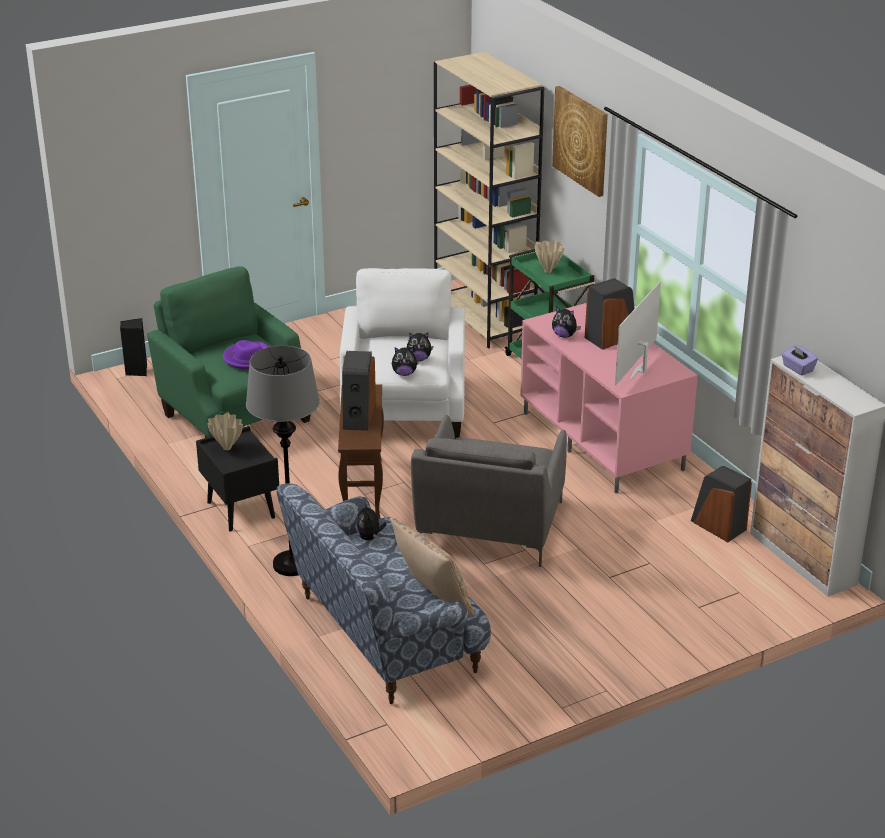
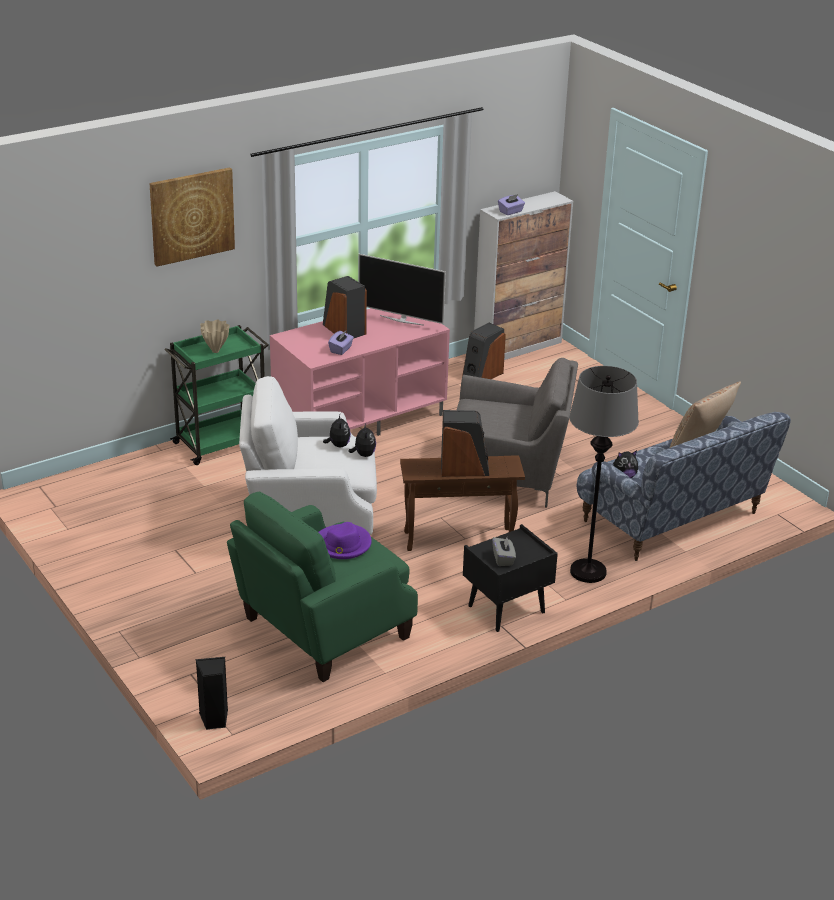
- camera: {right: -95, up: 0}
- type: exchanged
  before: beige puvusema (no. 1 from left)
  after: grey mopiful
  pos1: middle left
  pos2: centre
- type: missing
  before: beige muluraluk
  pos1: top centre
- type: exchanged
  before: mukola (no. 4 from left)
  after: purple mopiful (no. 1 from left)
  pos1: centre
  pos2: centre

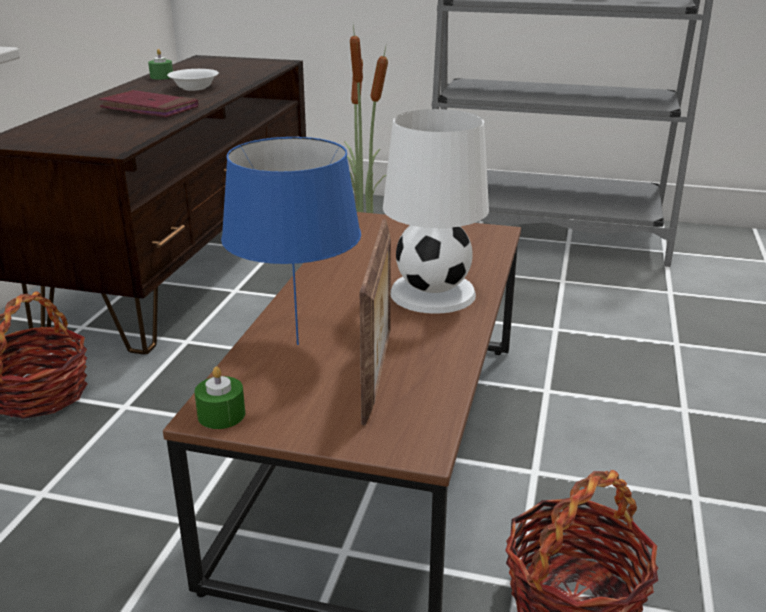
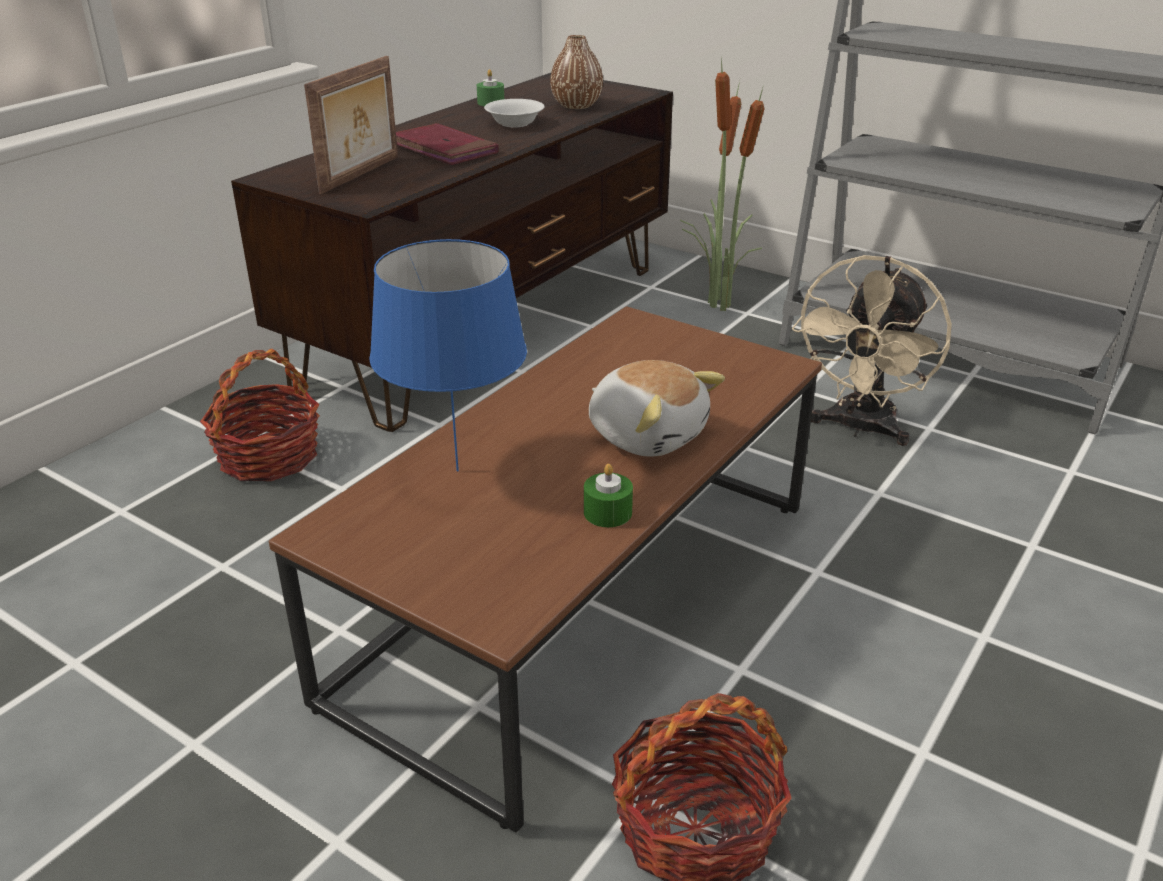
- camera: {right: 20, up: 5}
- type: relocated
  before: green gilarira (no. 2 from left)
  pos1: middle left
  pos2: centre
- type: relocated
  before: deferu
  pos1: centre
  pos2: top left
- type: exchanged
  before: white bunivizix
  after: mukola
  pos1: centre
  pos2: centre
- type: appeared
  after: brown puvusema
  pos2: top centre
- type: appeared
  after: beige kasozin
  pos2: middle right

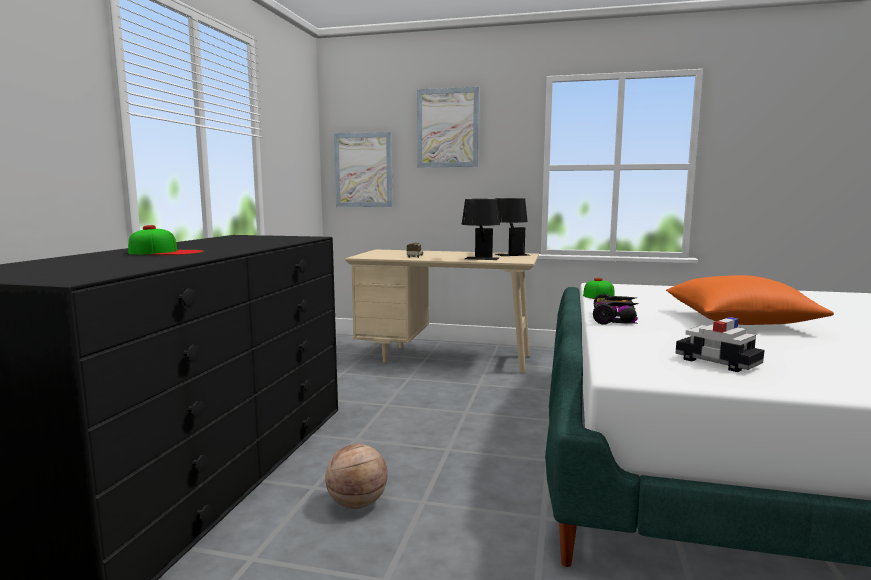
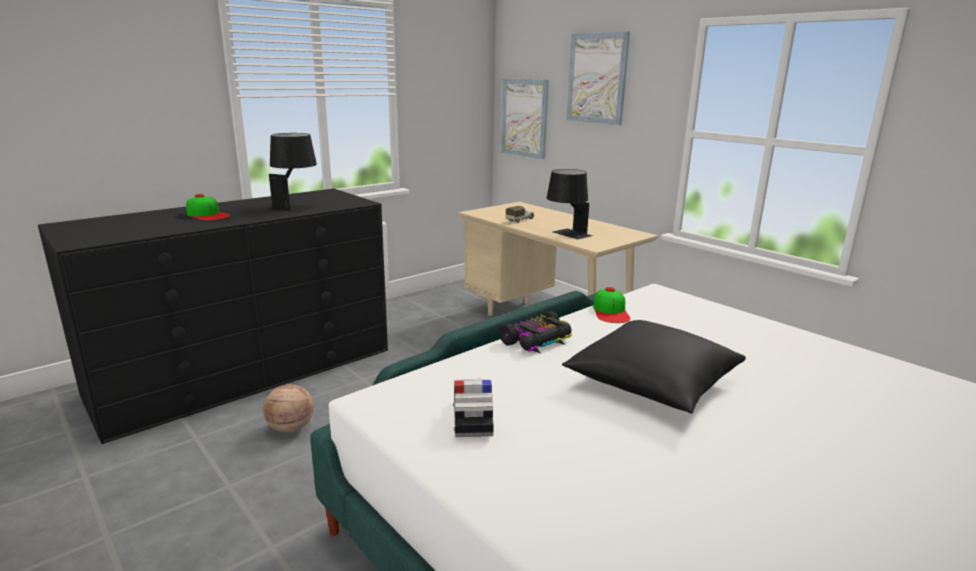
- camera: {right: 35, up: 10}
- type: relocated
  before: black bunivizix (no. 2 from left in the first image)
  after: black bunivizix (no. 1 from left)
  pos1: centre
  pos2: top left
- type: colour
  before: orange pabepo
  after: black pabepo
  pos1: middle right
  pos2: middle right

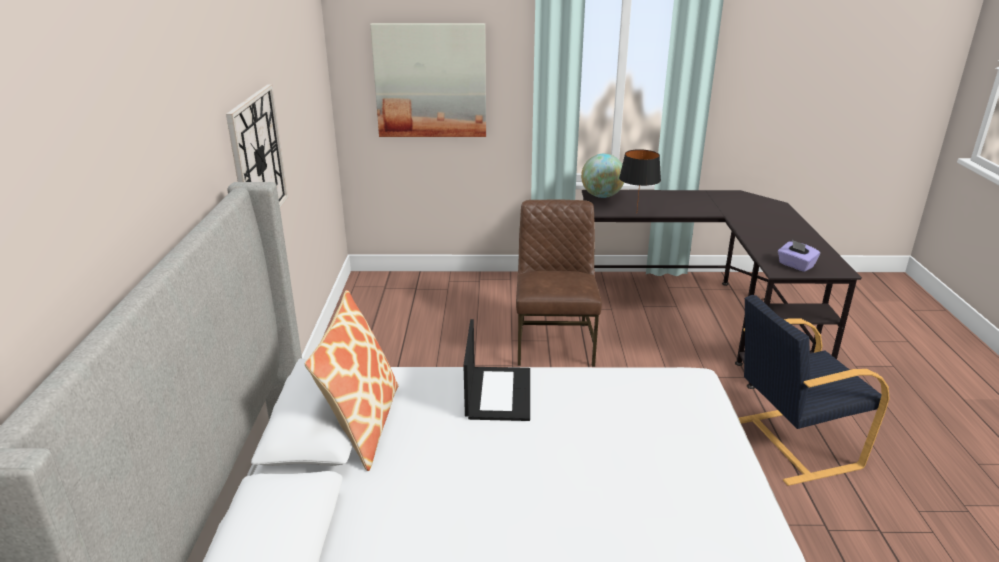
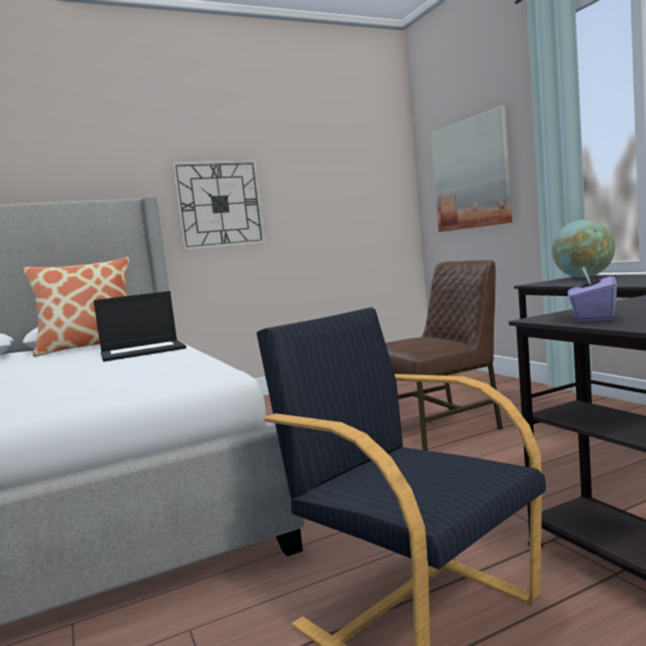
- camera: {right: 65, up: -20}
- type: missing
  before: black bunivizix
  pos1: top centre

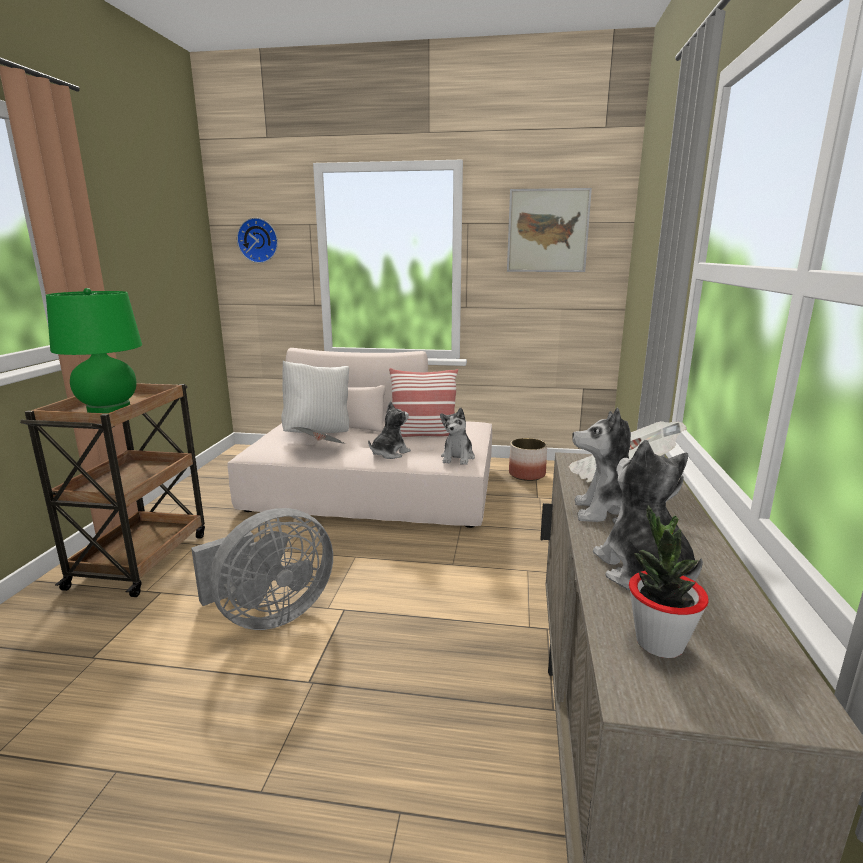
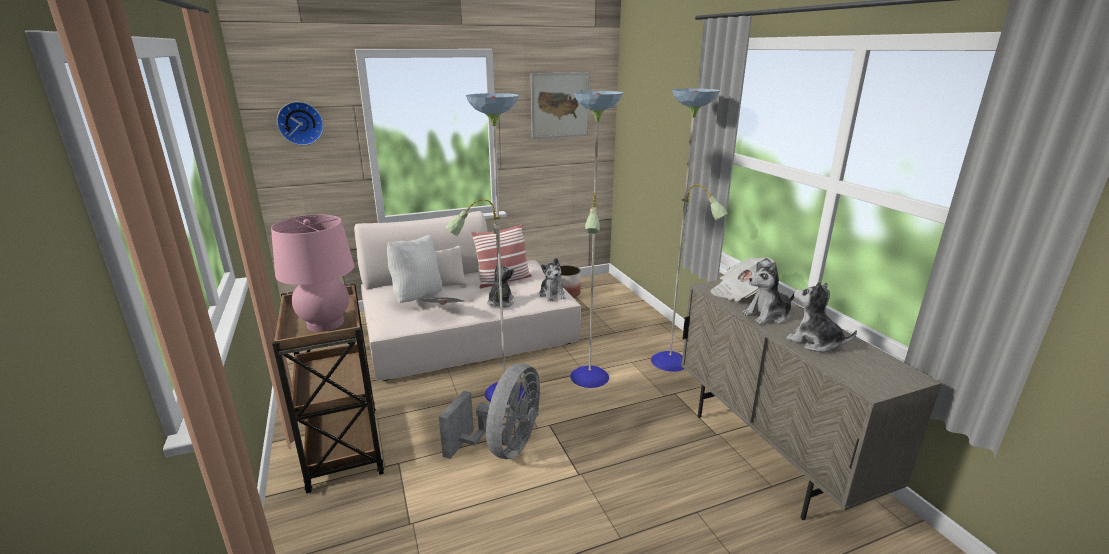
- camera: {right: -30, up: 5}
- type: colour
  before: green bunivizix
  after: pink bunivizix
  pos1: middle left
  pos2: middle left
- type: missing
  before: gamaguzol
  pos1: bottom right
- type: appeared
  after: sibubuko
  pos2: centre

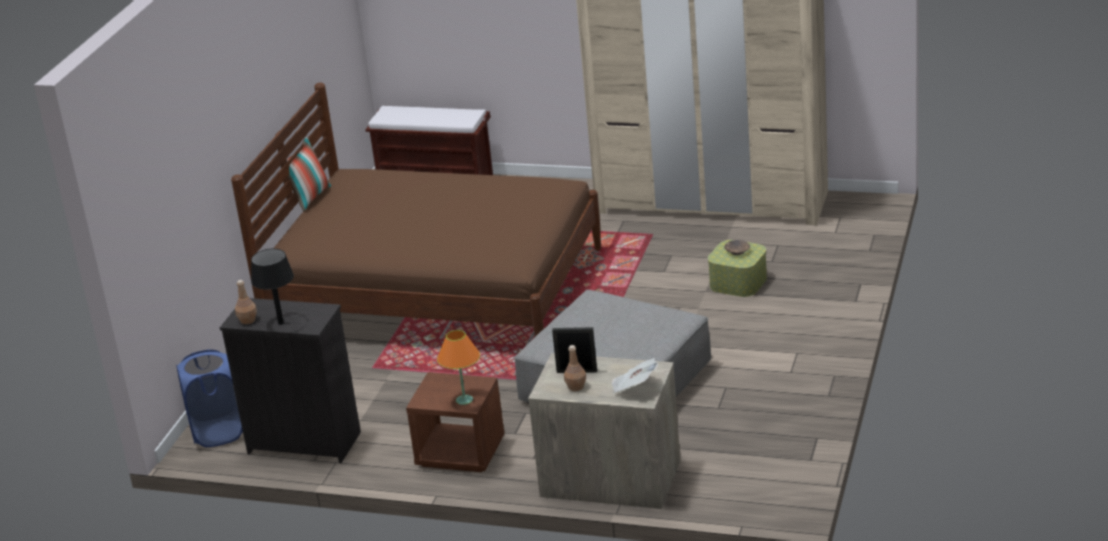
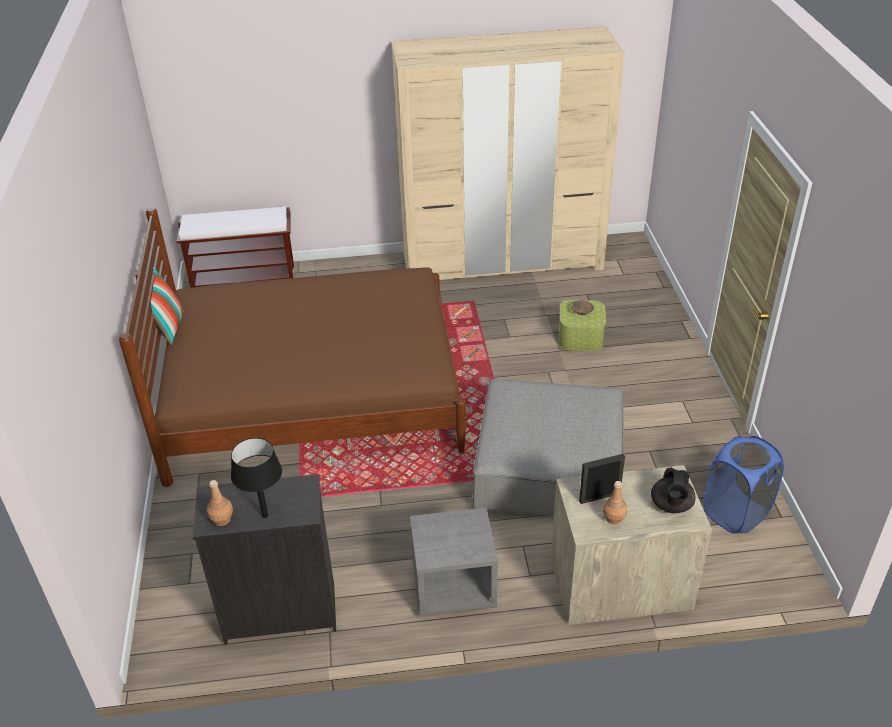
- camera: {right: -25, up: 10}
- type: relocated
  before: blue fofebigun
  pos1: bottom left
  pos2: bottom right
- type: colour
  before: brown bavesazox
  after: grey bavesazox
  pos1: bottom centre
  pos2: bottom centre
- type: missing
  before: orange bunivizix
  pos1: bottom centre
- type: exchanged
  before: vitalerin
  after: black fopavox
  pos1: bottom centre
  pos2: bottom right

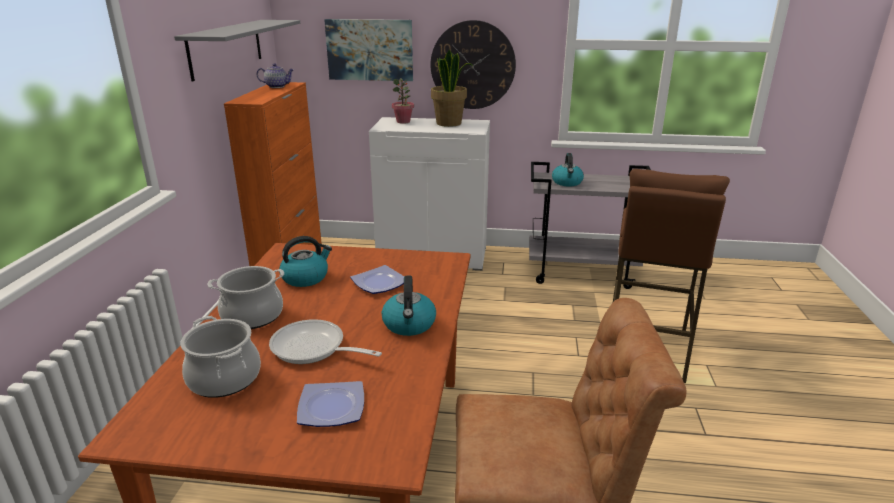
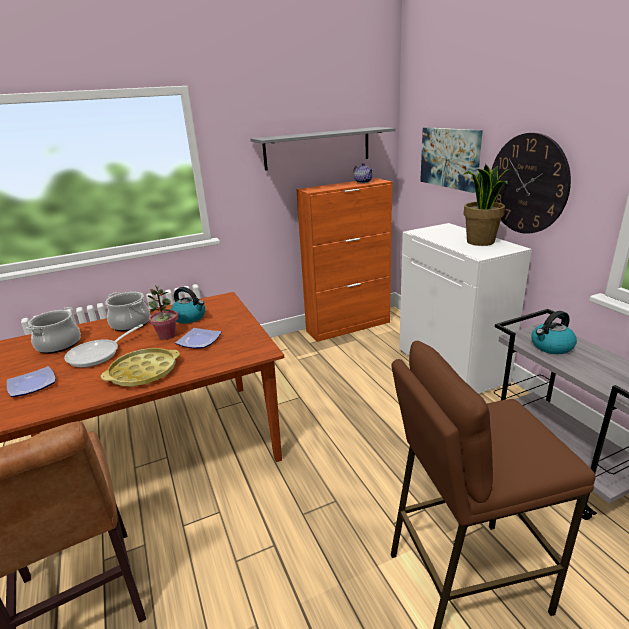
- camera: {right: 60, up: 0}
- type: spun
  before: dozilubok
  pos1: bottom centre
  pos2: middle left
  turn: -135
- type: exchanged
  before: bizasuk (no. 2 from left)
  after: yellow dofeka
  pos1: centre
  pos2: middle left
- type: relocated
  before: gamaguzol (no. 1 from left)
  pos1: top centre
  pos2: middle left

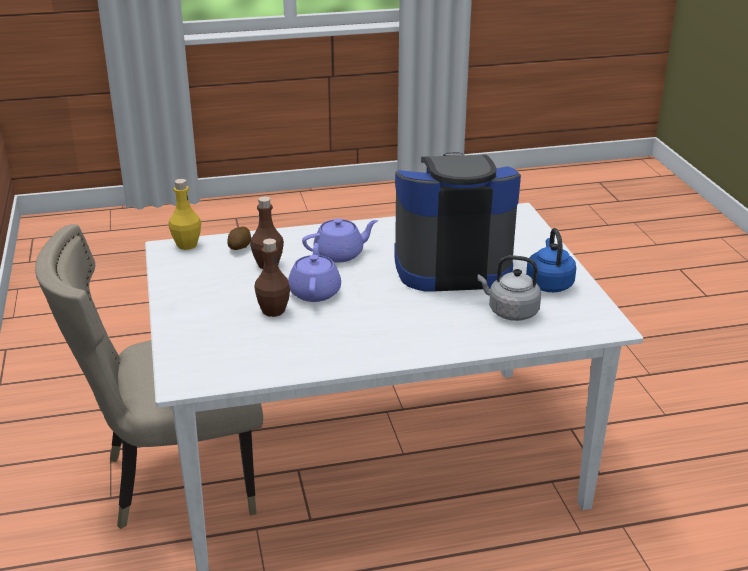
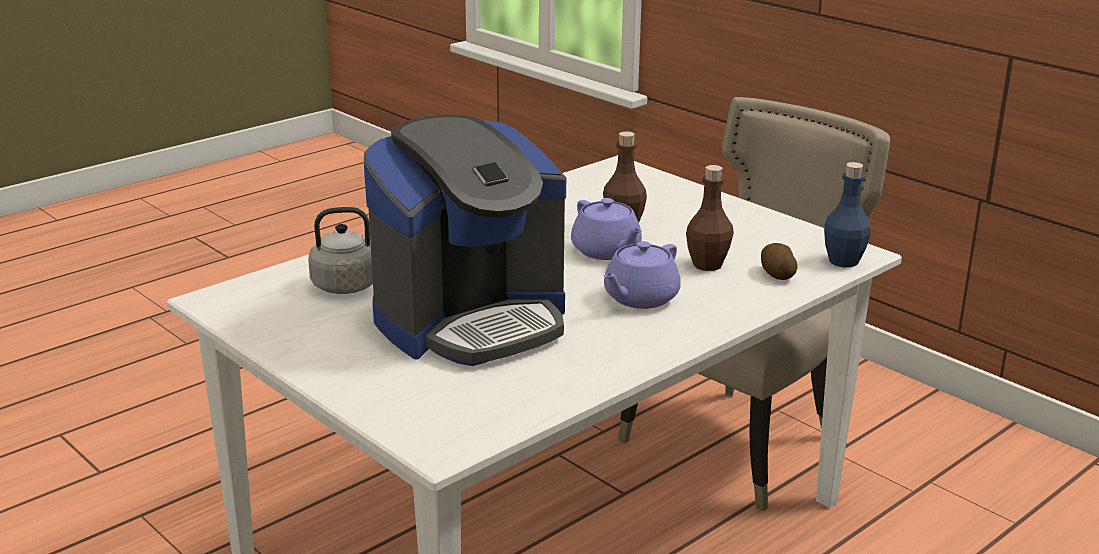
- camera: {right: 150, up: -5}
- type: colour
  before: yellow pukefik
  after: blue pukefik
  pos1: middle left
  pos2: middle right
- type: missing
  before: blue bizasuk
  pos1: middle right

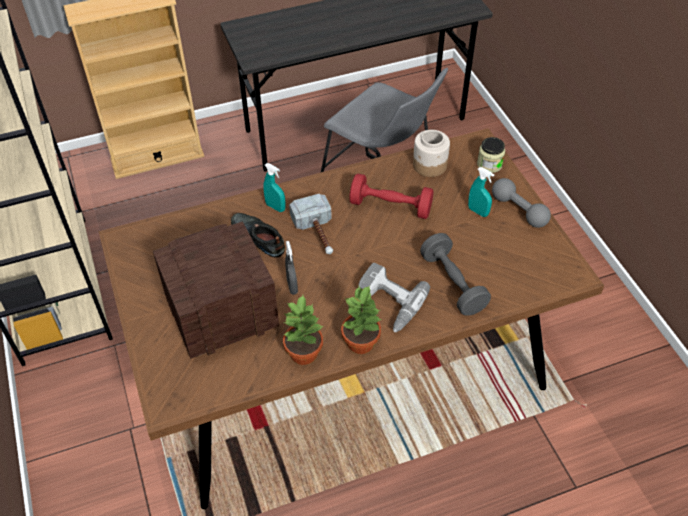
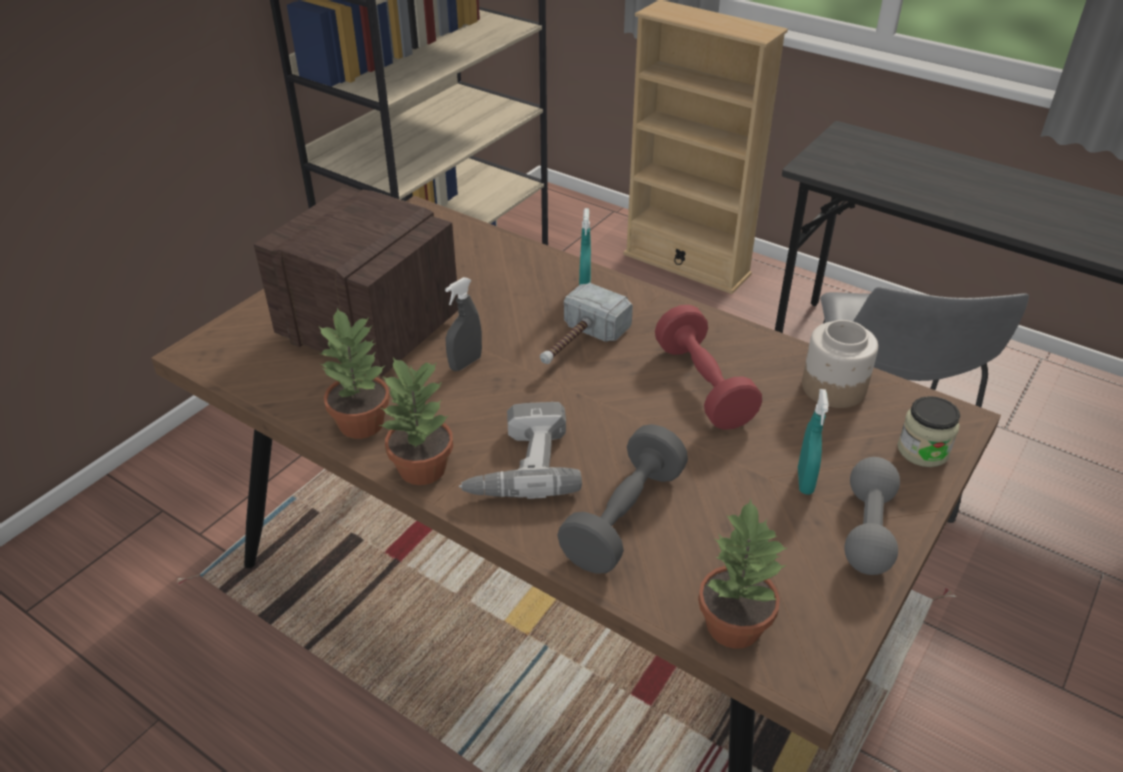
- camera: {right: 55, up: -10}
- type: missing
  before: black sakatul
  pos1: centre
- type: appeared
  after: gamaguzol (no. 3 from left)
  pos2: bottom centre

